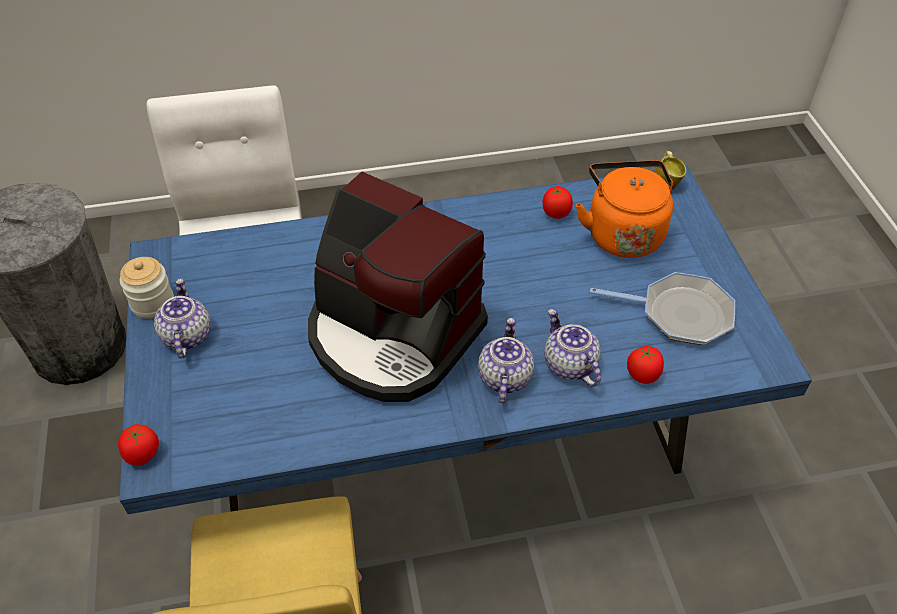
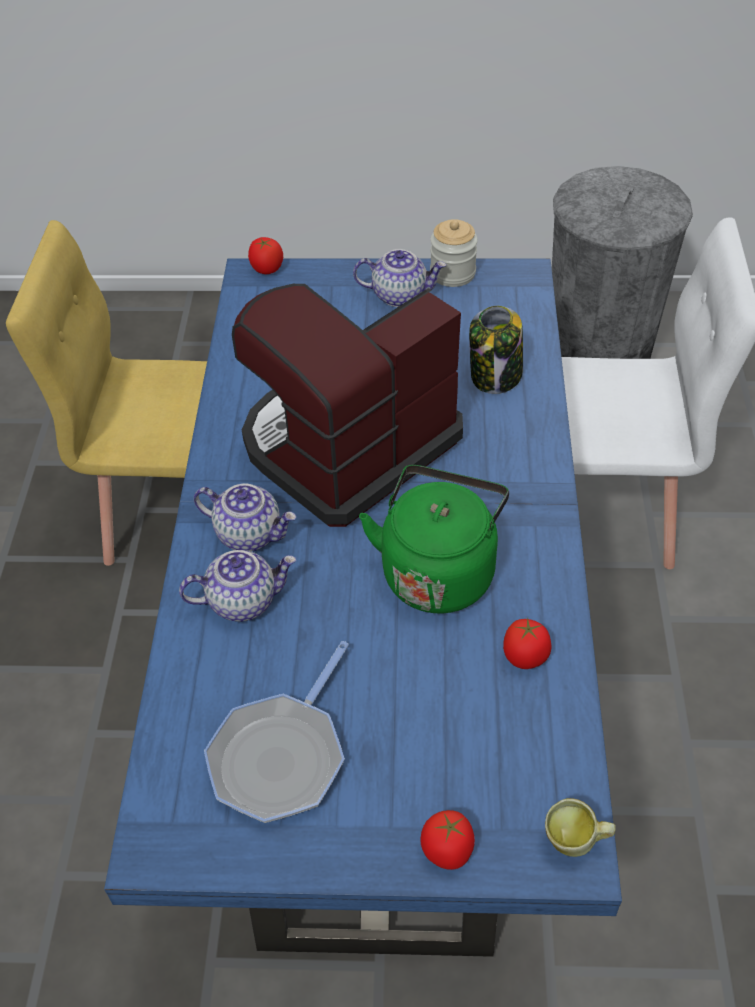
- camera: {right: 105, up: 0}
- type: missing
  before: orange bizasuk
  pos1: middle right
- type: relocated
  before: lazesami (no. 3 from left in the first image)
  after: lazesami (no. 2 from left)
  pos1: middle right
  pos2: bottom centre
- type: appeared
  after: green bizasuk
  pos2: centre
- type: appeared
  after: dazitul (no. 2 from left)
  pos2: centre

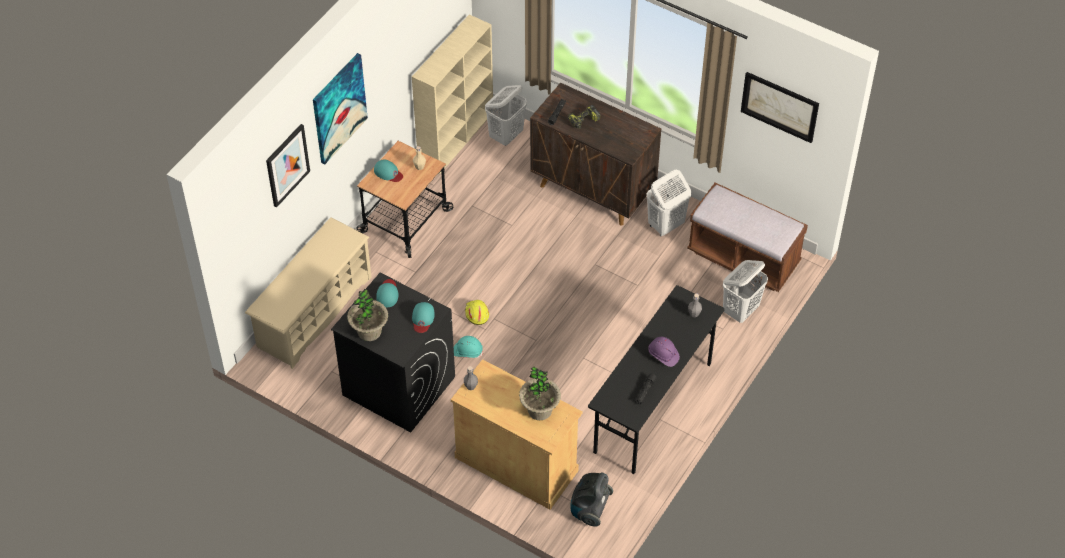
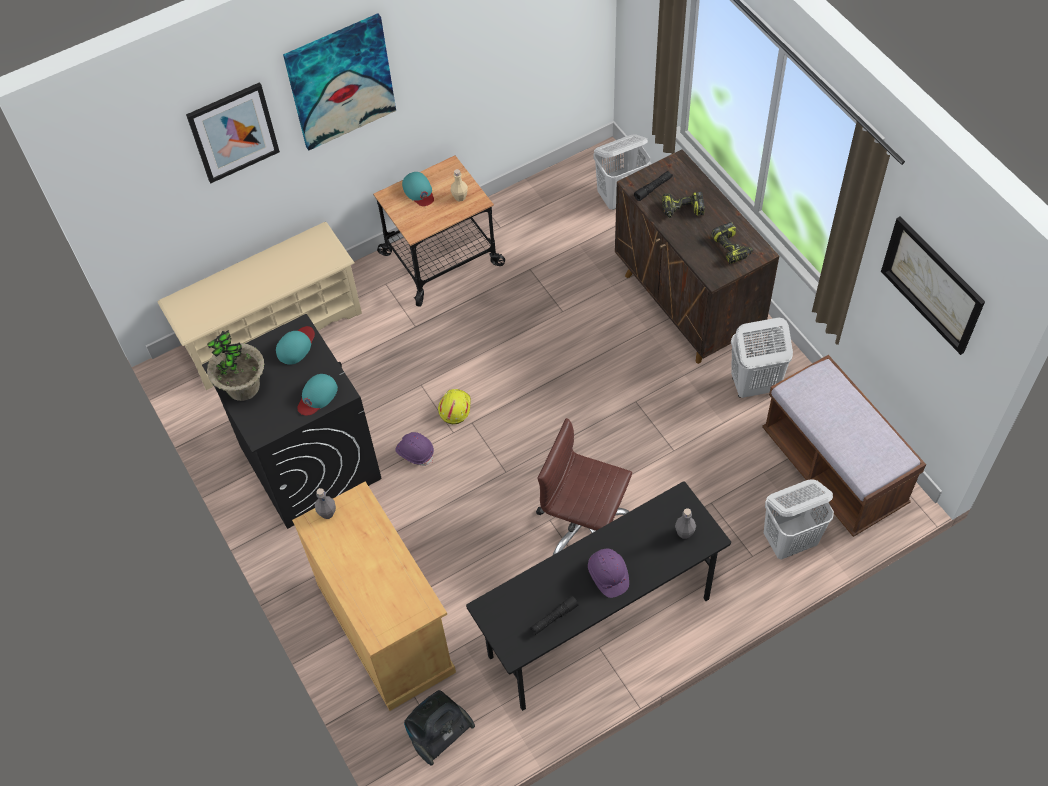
- camera: {right: 30, up: 5}
- type: missing
  before: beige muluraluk
  pos1: top centre
- type: colour
  before: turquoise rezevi
  after: purple rezevi (no. 1 from left)
  pos1: centre
  pos2: centre
- type: missing
  before: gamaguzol (no. 2 from left)
  pos1: bottom centre
- type: appeared
  after: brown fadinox
  pos2: centre
- type: appeared
  after: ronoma (no. 2 from left)
  pos2: top right

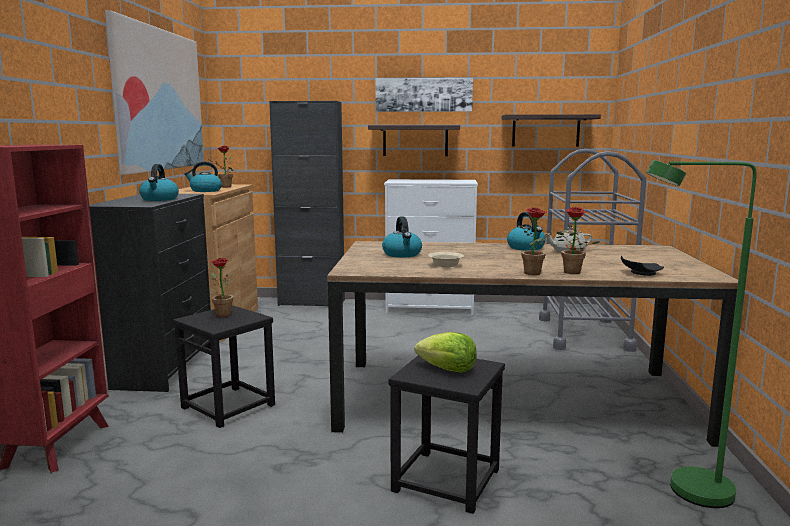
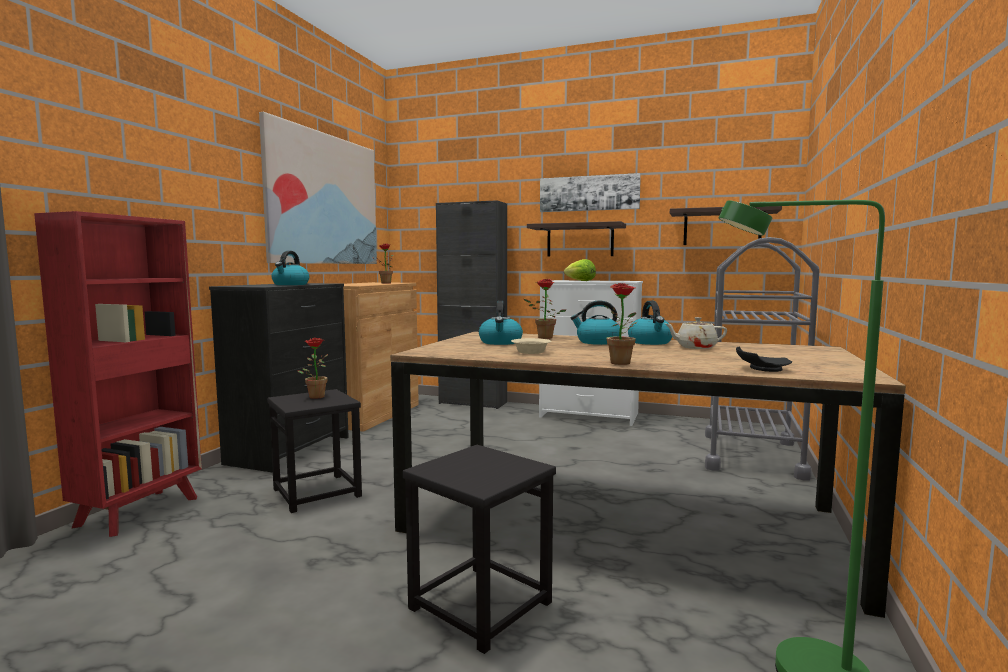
- camera: {right: 15, up: -5}
- type: relocated
  before: bizasuk (no. 2 from left in the first image)
  after: bizasuk (no. 3 from left)
  pos1: middle left
  pos2: centre
- type: relocated
  before: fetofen
  pos1: bottom centre
  pos2: centre
- type: relocated
  before: gamaguzol (no. 4 from left in the first image)
  after: gamaguzol (no. 3 from left)
  pos1: middle right
  pos2: centre

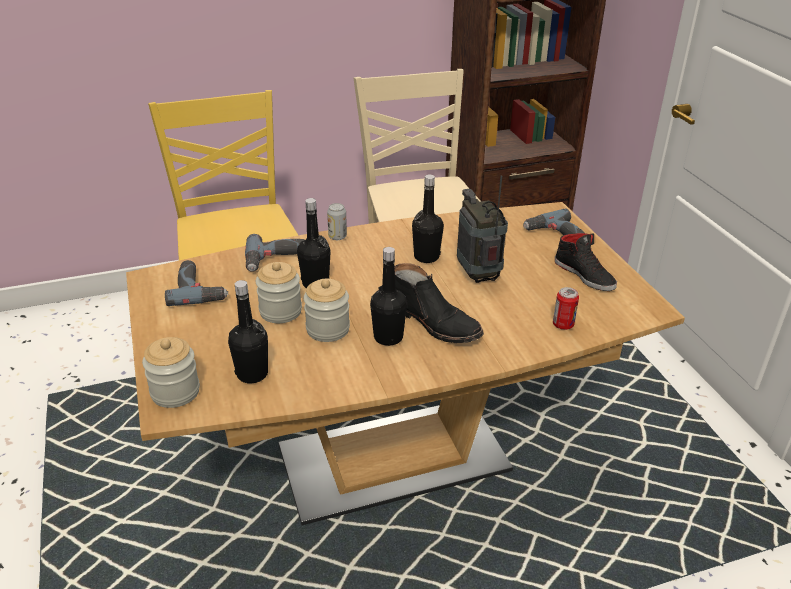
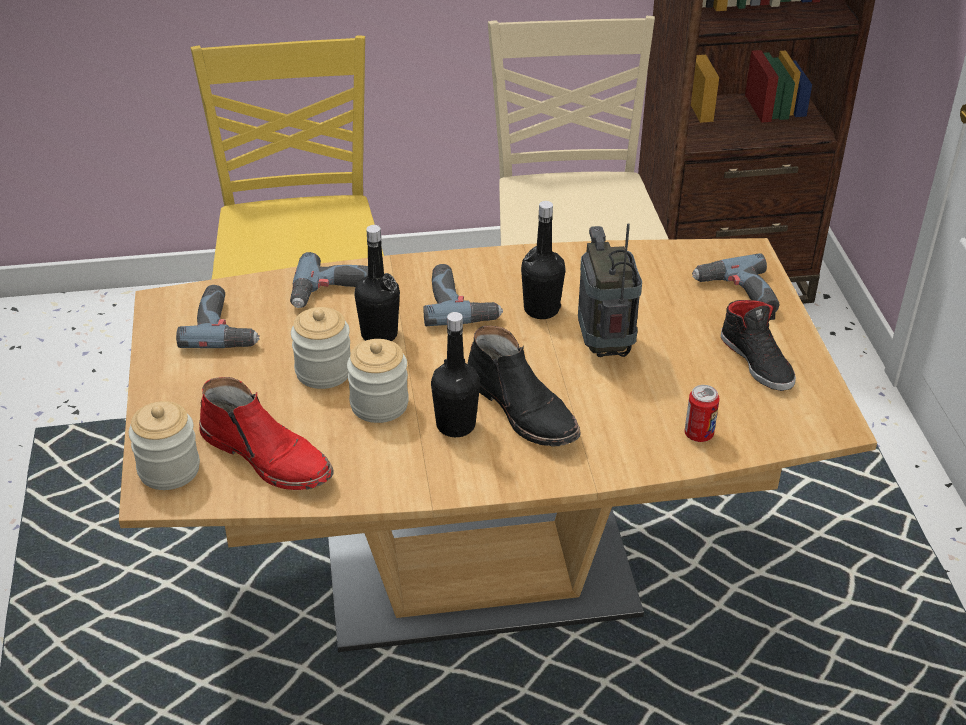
- camera: {right: 10, up: 5}
- type: exchanged
  before: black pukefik (no. 1 from left)
  after: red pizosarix
  pos1: middle left
  pos2: middle left
- type: missing
  before: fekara (no. 1 from left)
  pos1: centre
- type: appeared
  after: ronoma (no. 3 from left)
  pos2: centre

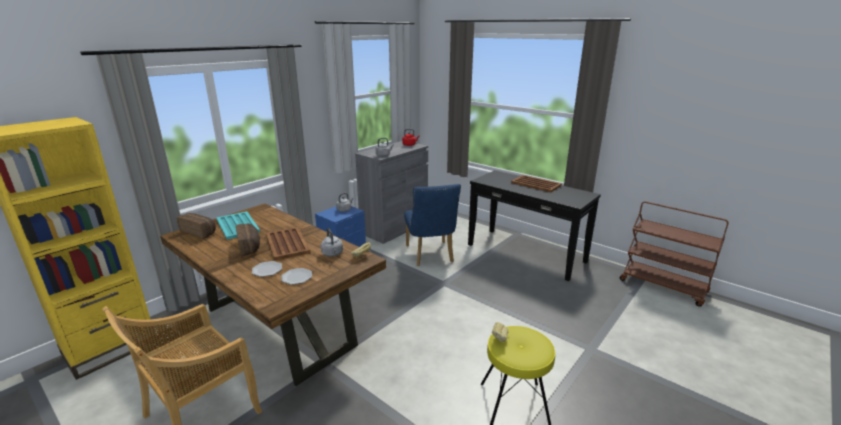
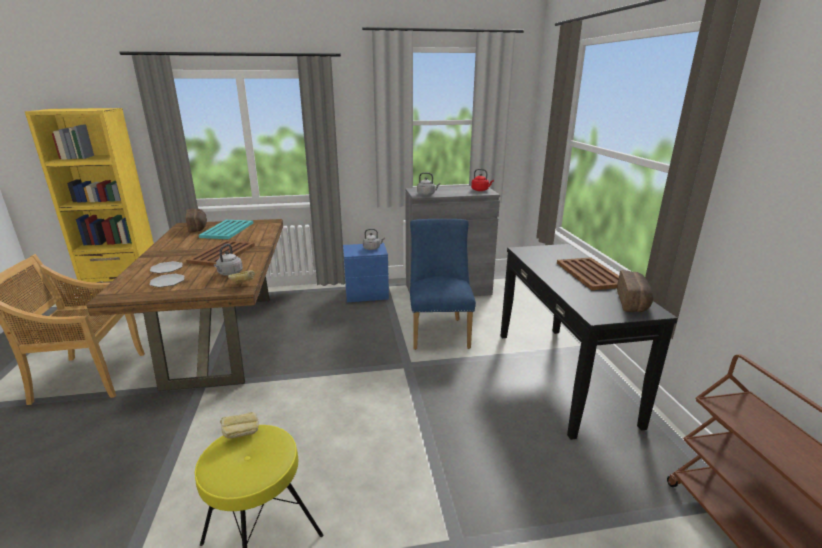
- camera: {right: 40, up: 0}
- type: relocated
  before: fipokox (no. 2 from left in the first image)
  after: fipokox (no. 4 from left)
  pos1: middle left
  pos2: middle right
- type: spun
  before: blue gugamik
  pos1: centre
  pos2: centre
  turn: 150

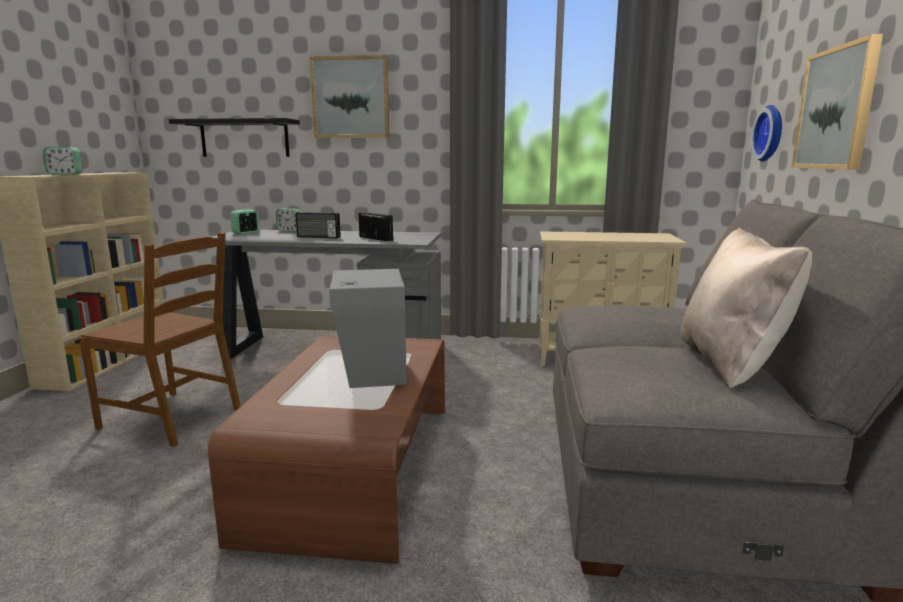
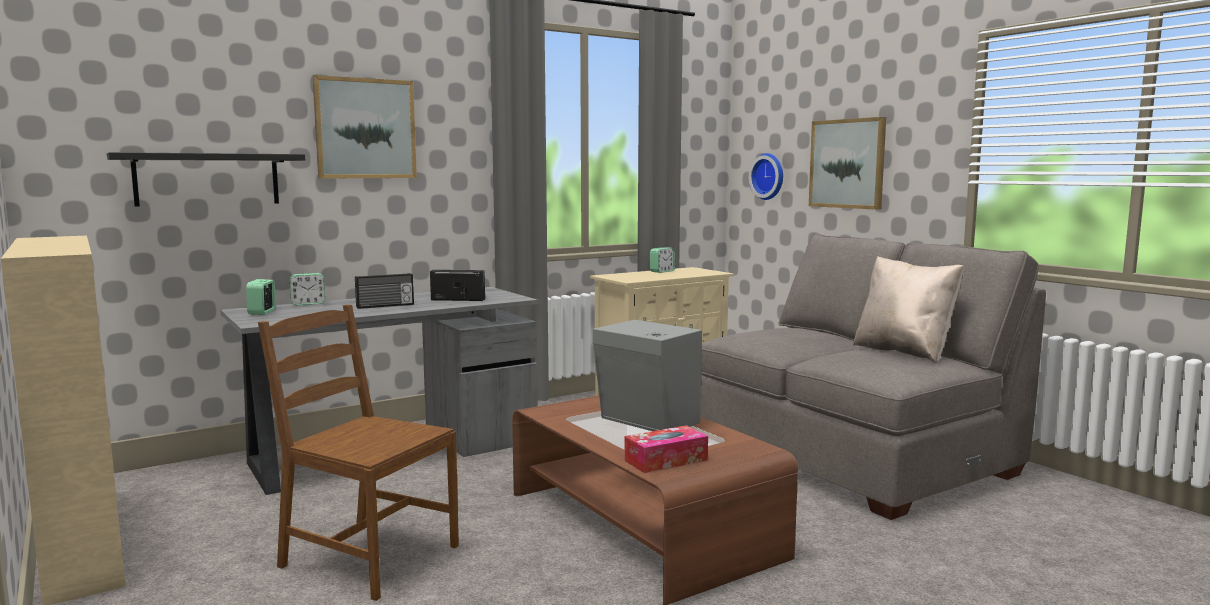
- camera: {right: -40, up: -5}
- type: relocated
  before: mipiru (no. 1 from left in the first image)
  after: mipiru (no. 3 from left)
  pos1: top left
  pos2: centre
- type: spun
  before: brown gugamik
  pos1: middle left
  pos2: bottom left
  turn: -135
- type: appeared
  after: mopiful
  pos2: bottom centre

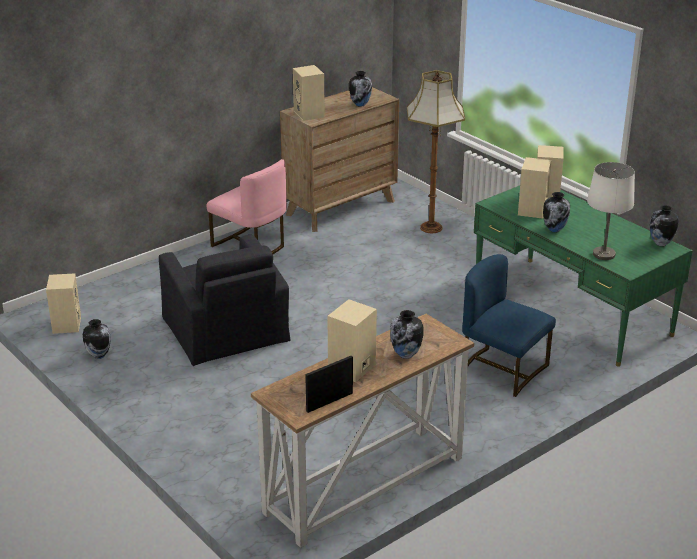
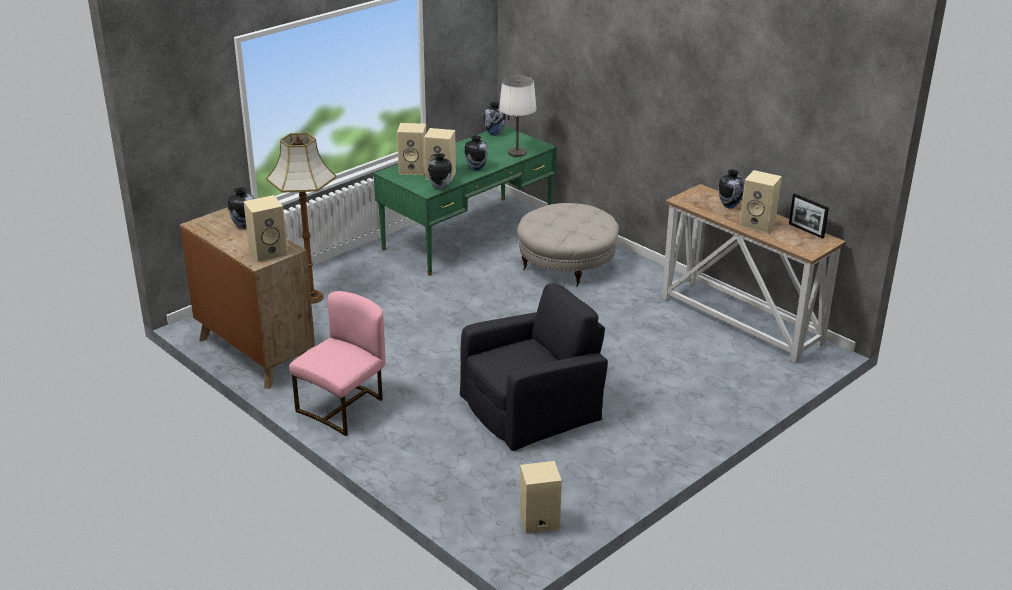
- camera: {right: -95, up: 0}
- type: relocated
  before: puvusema (no. 1 from left in the first image)
  after: puvusema (no. 2 from left)
  pos1: middle left
  pos2: top centre
- type: exchanged
  before: blue gugamik
  after: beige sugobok
  pos1: middle right
  pos2: centre

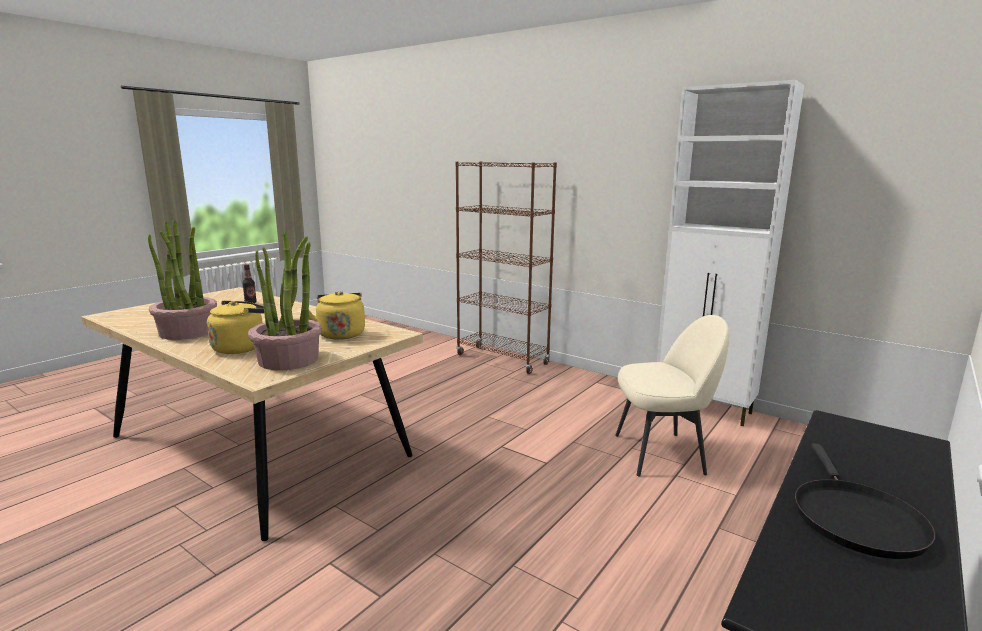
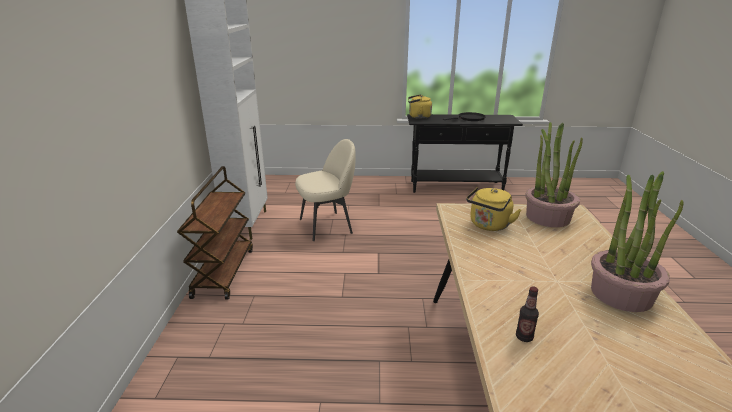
- camera: {right: -125, up: 10}
- type: relocated
  before: yellow bizasuk (no. 1 from left)
  pos1: middle left
  pos2: top centre
- type: missing
  before: brown muluraluk
  pos1: centre
- type: spun
  before: beige gugamik
  pos1: middle right
  pos2: centre
  turn: 105
- type: appeared
  after: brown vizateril
  pos2: middle left

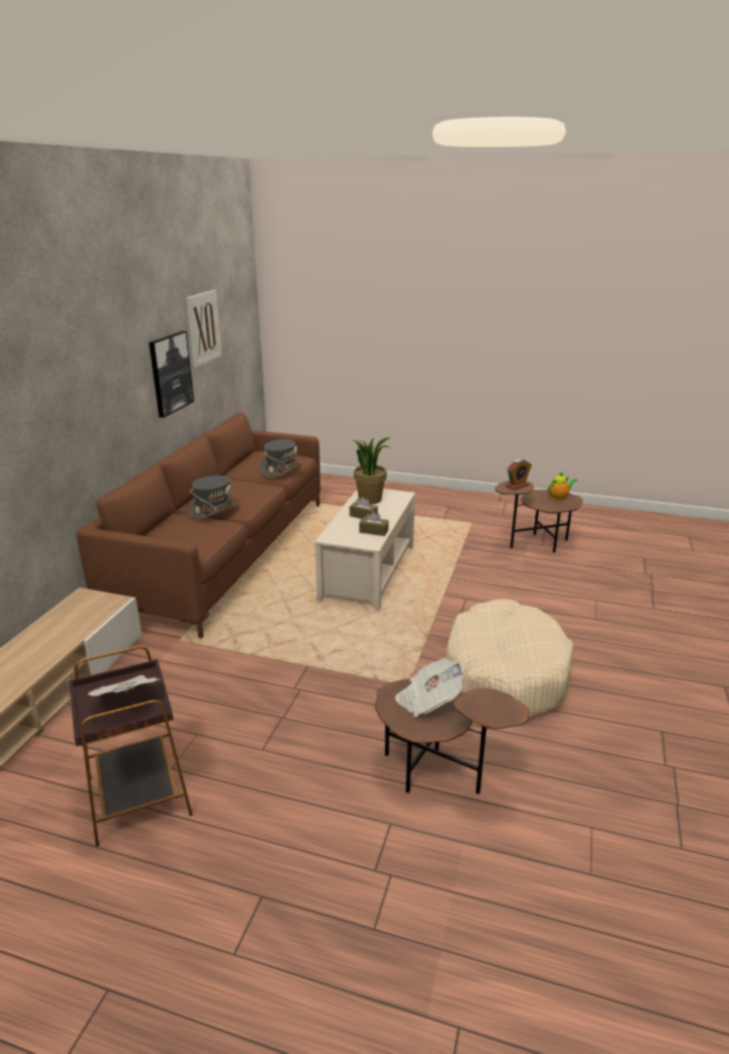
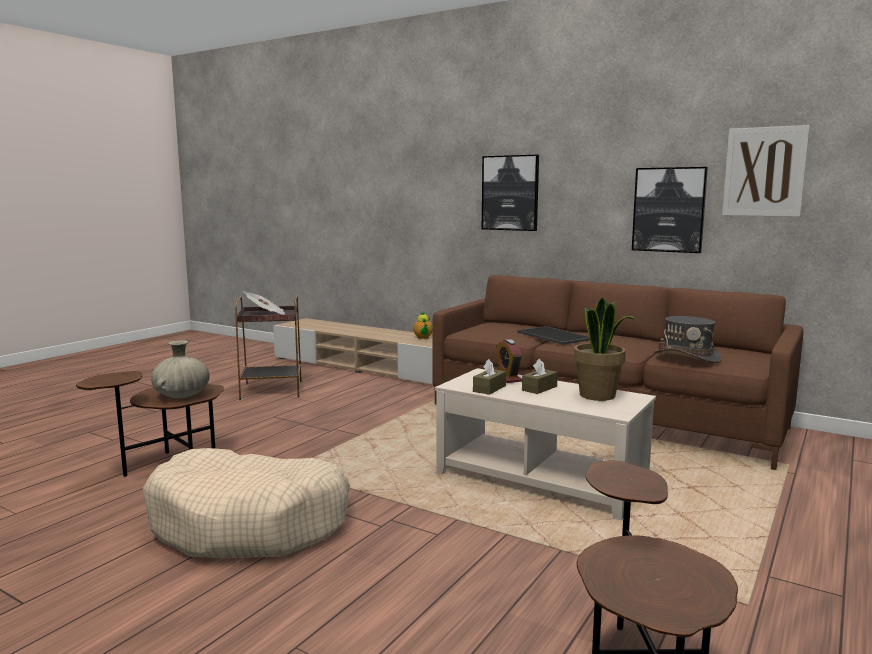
- camera: {right: 105, up: -15}
- type: exchanged
  before: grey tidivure (no. 1 from left)
  after: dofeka
  pos1: middle left
  pos2: centre
- type: exchanged
  before: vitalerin (no. 2 from left)
  after: beige puvusema
  pos1: centre
  pos2: middle left
- type: relocated
  before: mipiru
  pos1: middle right
  pos2: centre
- type: relocated
  before: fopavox
  pos1: middle right
  pos2: centre
- type: appeared
  after: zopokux (no. 1 from left)
  pos2: top centre

